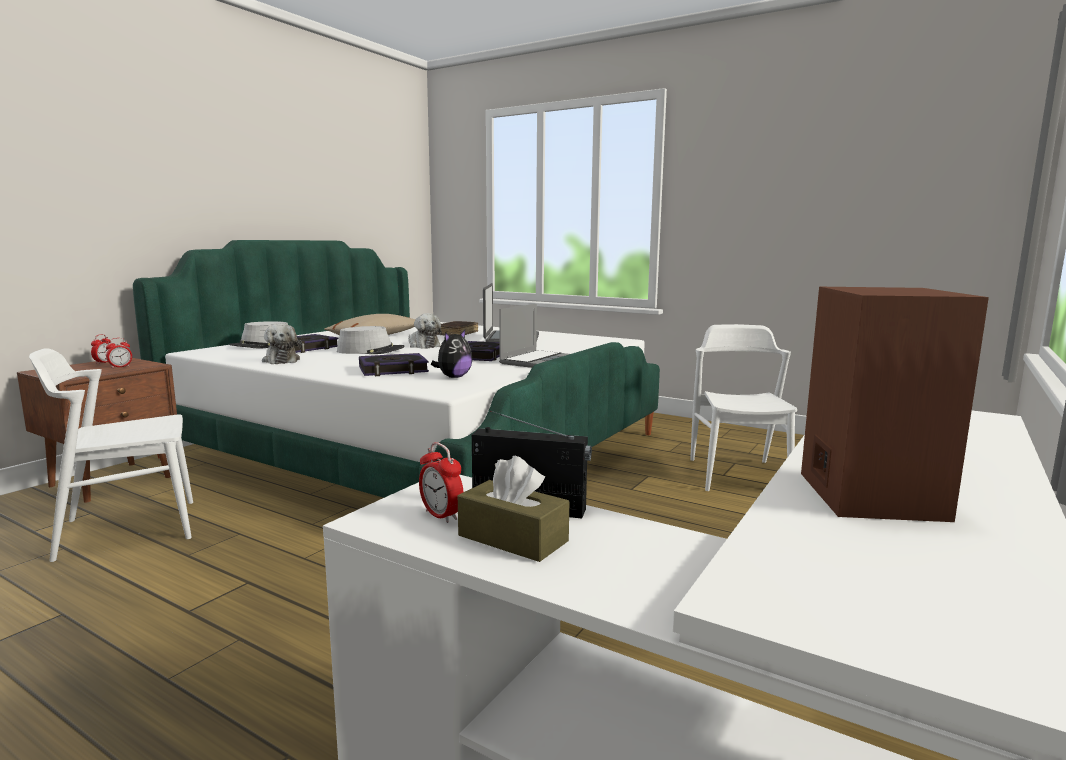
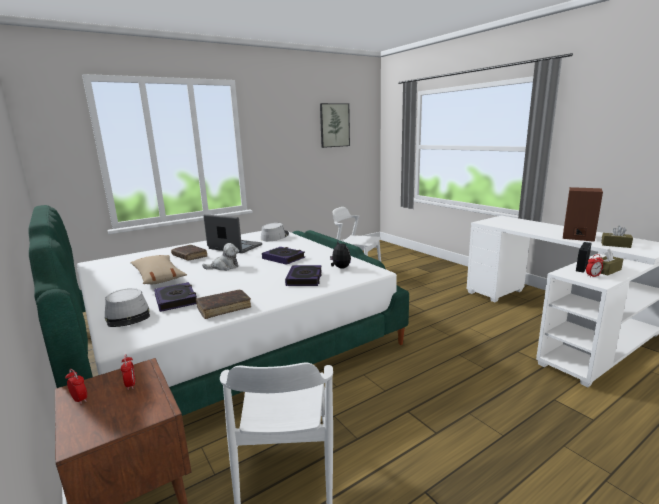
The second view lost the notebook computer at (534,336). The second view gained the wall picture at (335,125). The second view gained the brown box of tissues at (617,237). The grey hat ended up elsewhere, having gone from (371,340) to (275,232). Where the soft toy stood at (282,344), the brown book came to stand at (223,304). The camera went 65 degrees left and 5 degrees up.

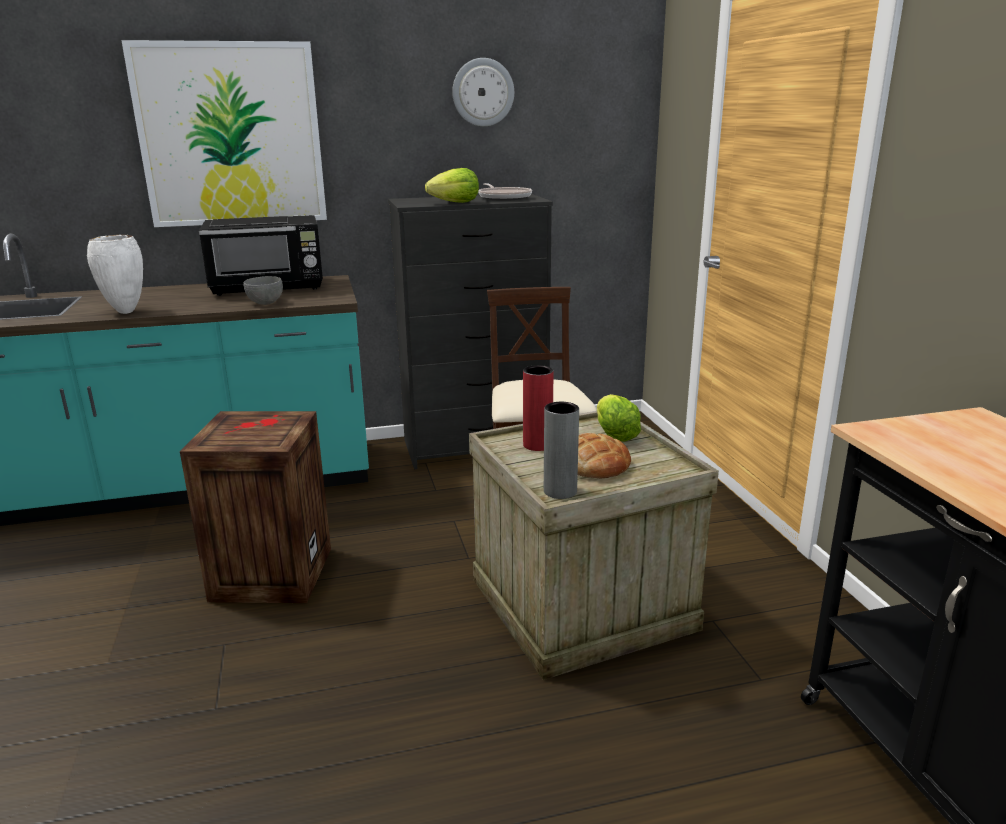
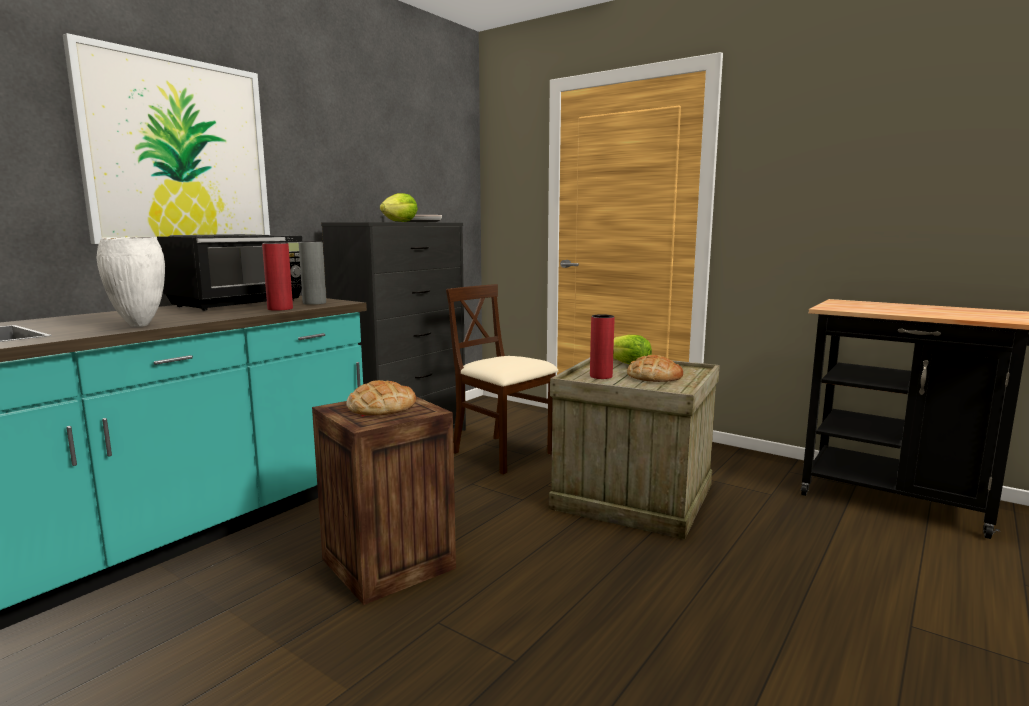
The second view lost the hanging clock at (483,92). The second view gained the bread at (381,398). The grey flower vase ended up elsewhere, having gone from (561,450) to (312,273). Where the grey bowl stood at (263,290), the red-coloured flower vase came to stand at (277,277). The camera went 40 degrees left and 10 degrees down.

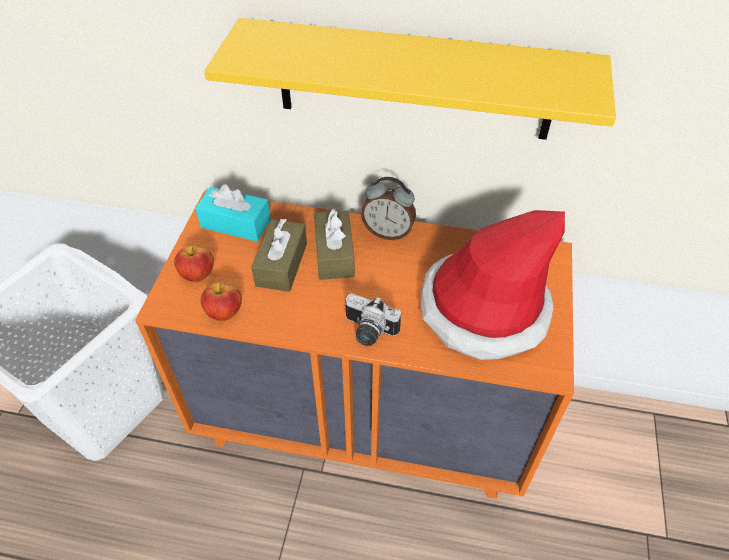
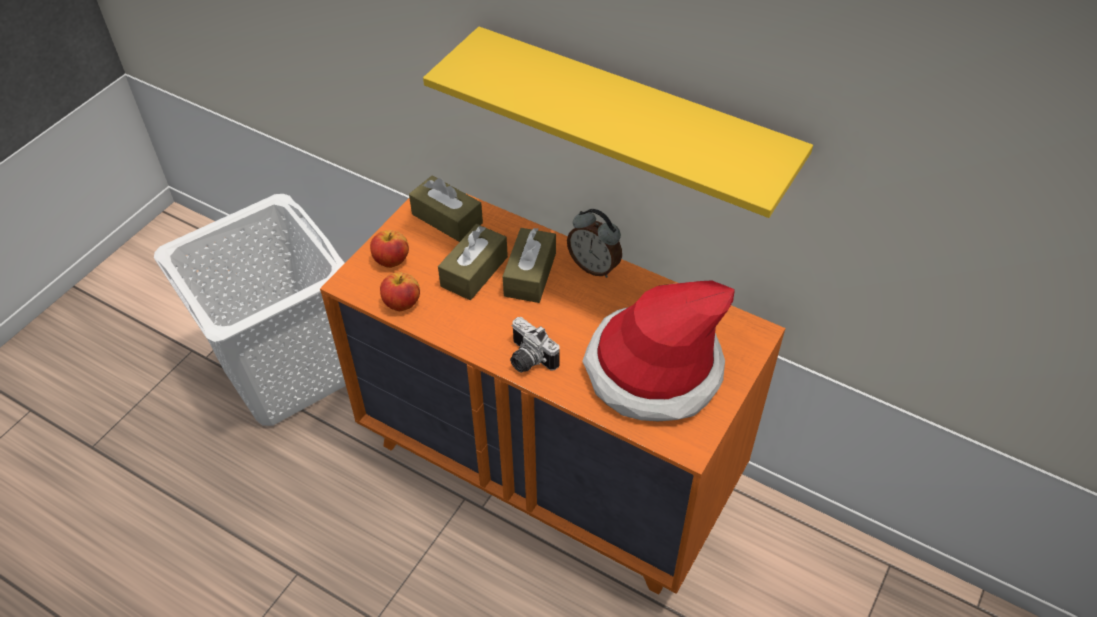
What was the turquoise-coloured box of tissues at (233,212) turned into the brown box of tissues at (446,208). The camera went 20 degrees right and 0 degrees up.

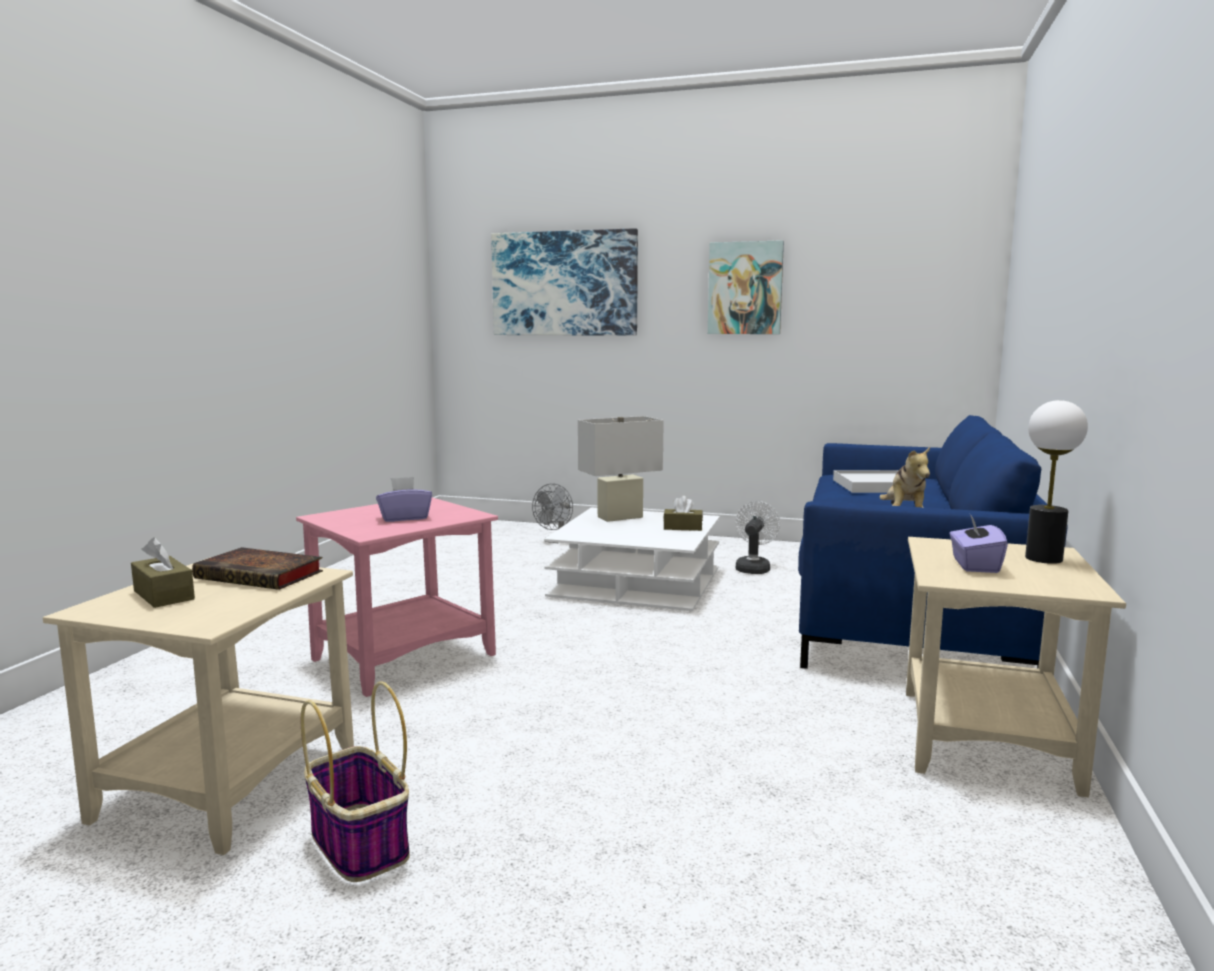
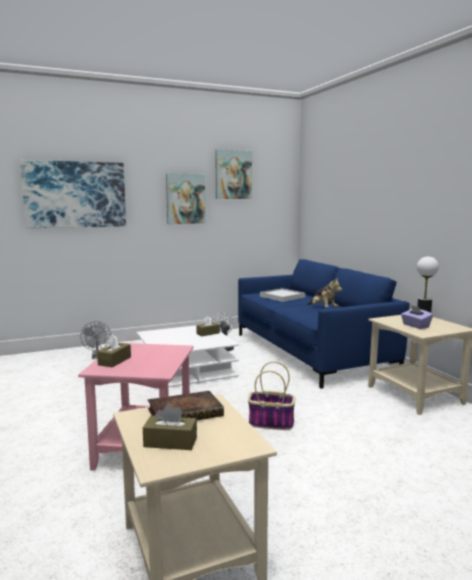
The second view lost the purplish box of tissues at (404,499). The second view lost the white-coloured tabletop lamp at (621,469). The second view gained the brown box of tissues at (114,351). The second view gained the wall picture at (233,174). The storage basket ended up elsewhere, having gone from (355,781) to (272,396). The camera went 40 degrees left and 0 degrees up.

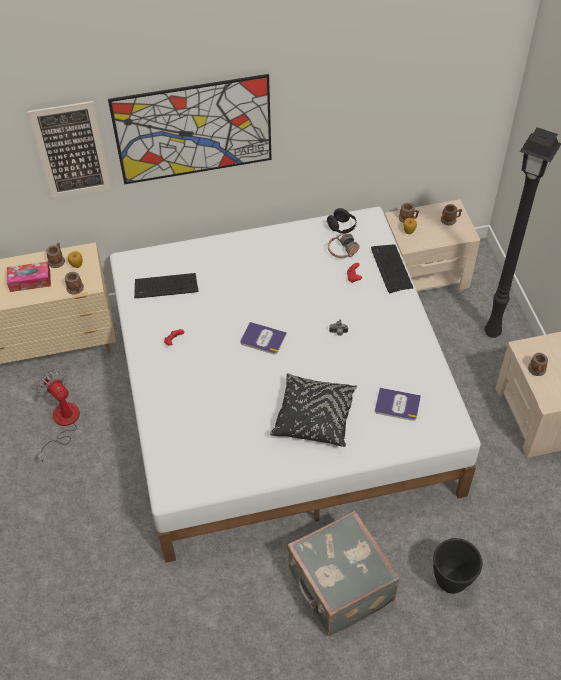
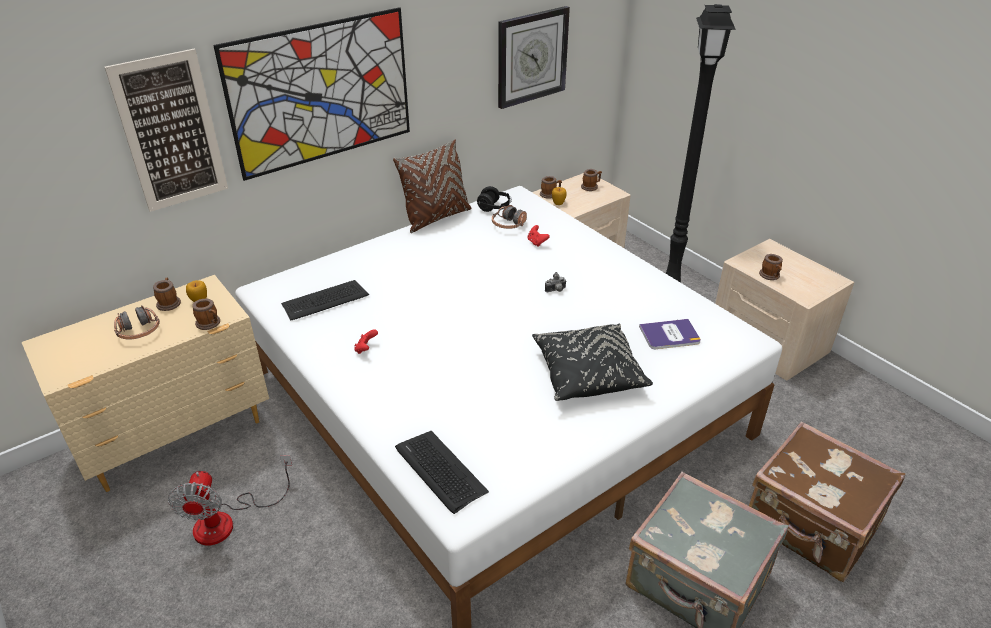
The second view lost the book at (263,338). The second view gained the brown throw pillow at (432,186). The second view gained the hanging clock at (534,57). The computer keyboard ended up elsewhere, having gone from (392,268) to (442,472). Where the box of tissues stood at (29,277), the headphones came to stand at (137,322). Where the blackish plant pot stood at (458,566), the brown travel case came to stand at (827,501). The cooling fan at (58,416) ended up facing another way, 120 degrees counterclockwise from before. The camera went 25 degrees left and 15 degrees down.

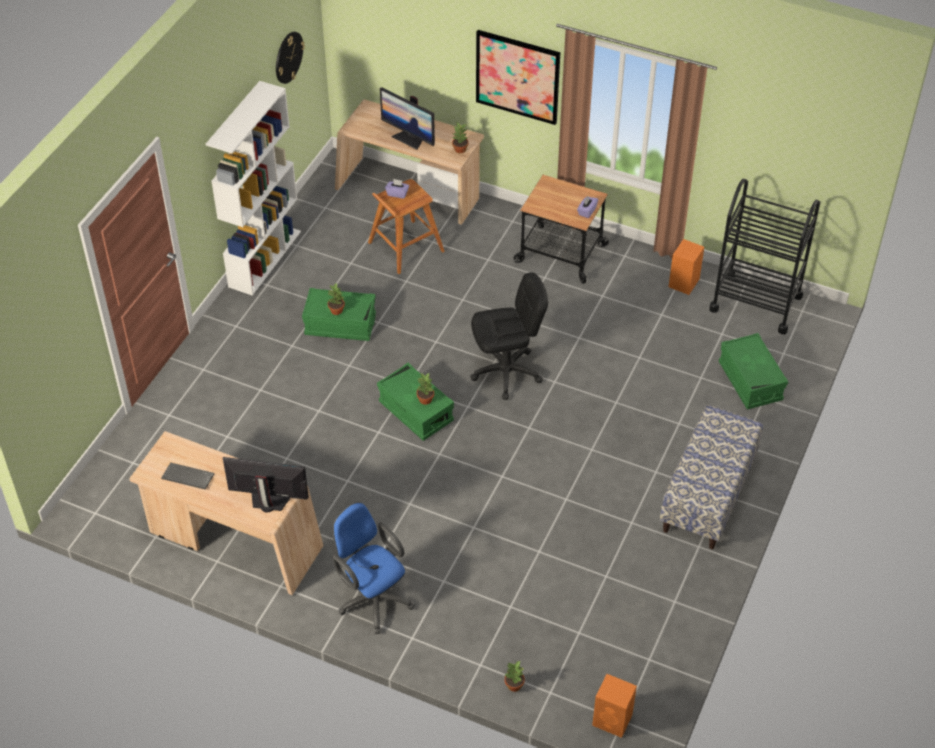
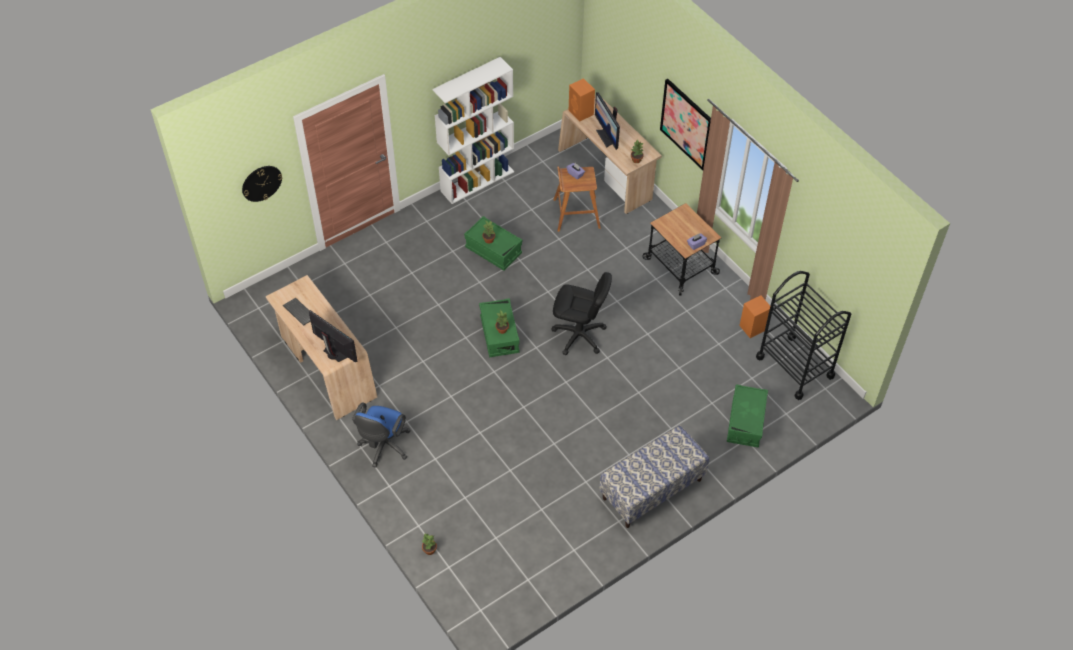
The hanging clock ended up elsewhere, having gone from (290,58) to (262,184). The orange loudspeaker ended up elsewhere, having gone from (614,706) to (582,100). The blue-coloured desk chair at (374,568) ended up facing another way, 150 degrees counterclockwise from before. The camera went 30 degrees right and 5 degrees up.

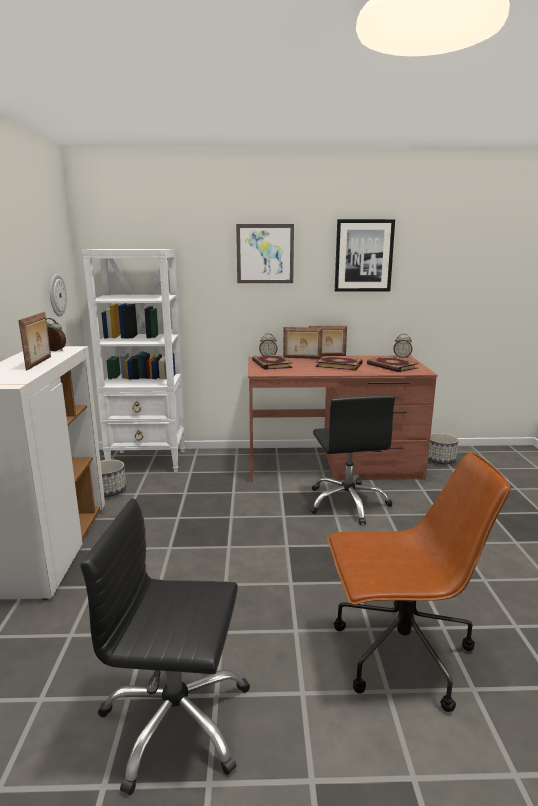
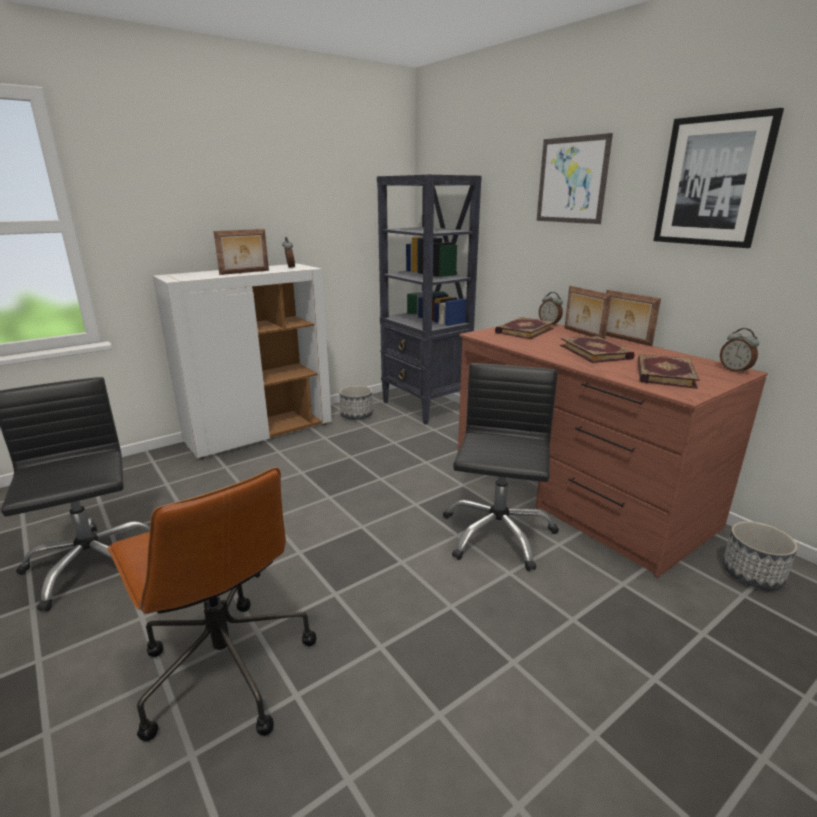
The second view lost the hanging clock at (58,295). What was the white-coloured bookshelf at (133,360) turned into the blackish bookshelf at (429,300). The blackish desk chair at (352,460) ended up facing another way, 150 degrees clockwise from before. The camera went 55 degrees right and 5 degrees up.

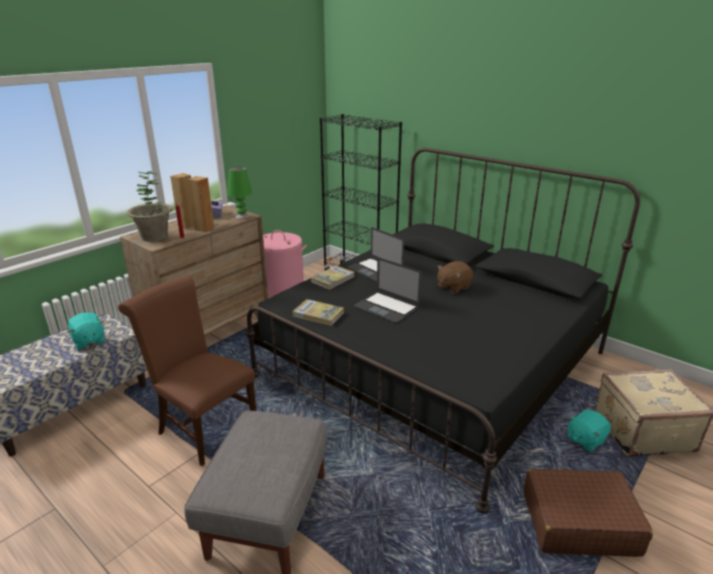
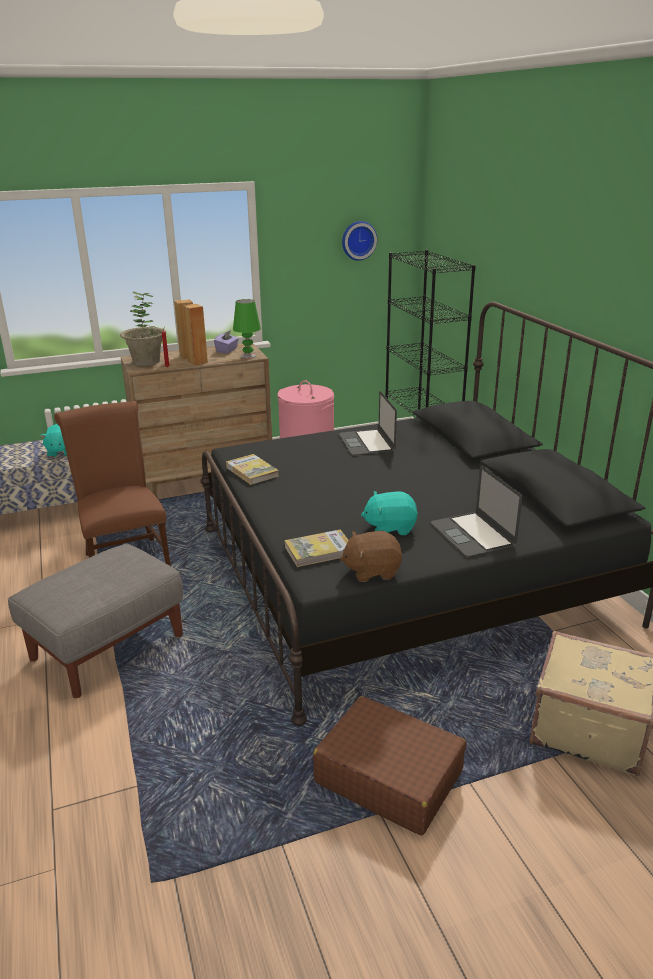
The second view gained the hanging clock at (359,241). The book ended up elsewhere, having gone from (333,277) to (316,548). The notebook computer ended up elsewhere, having gone from (388,290) to (476,511). The brown soft toy ended up elsewhere, having gone from (455,277) to (371,556). The turquoise-coloured soft toy ended up elsewhere, having gone from (589,430) to (389,513). The camera went 30 degrees right and 0 degrees up.

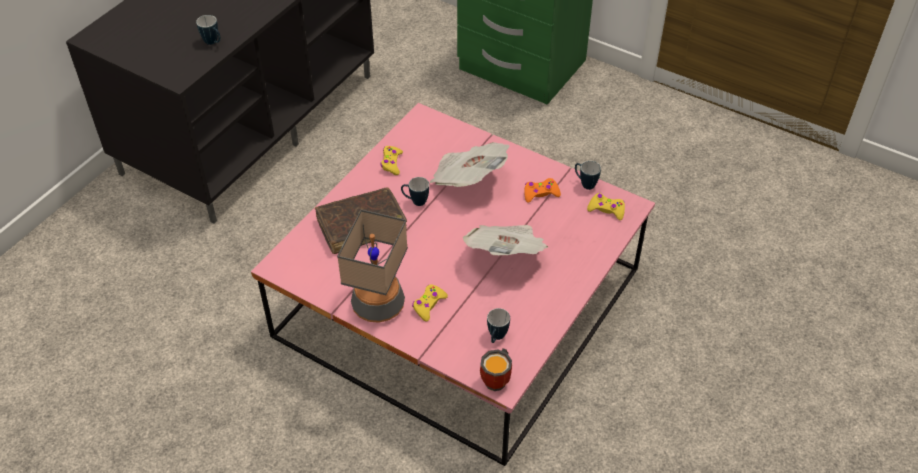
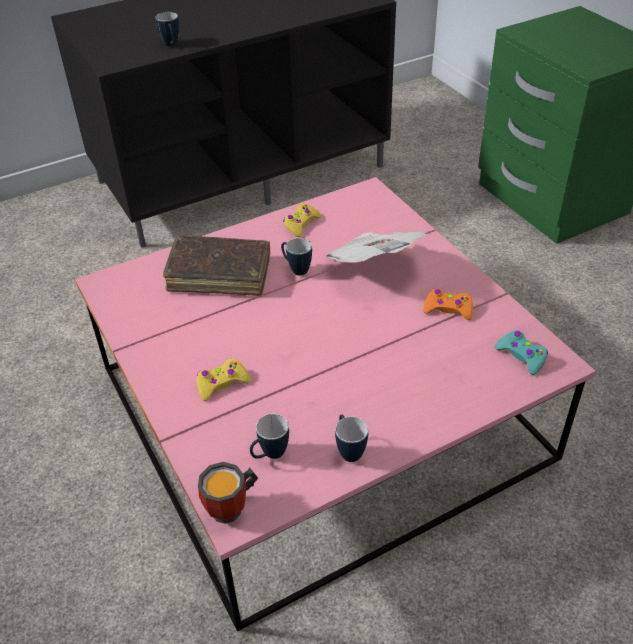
The second view lost the tabletop lamp at (372,266). The second view lost the printed paper at (505,240). The mug ended up elsewhere, having gone from (588,175) to (351,438). What was the yellow game controller at (606,206) turned into the turquoise-coloured game controller at (521,352). The camera went 30 degrees right and 5 degrees down.

